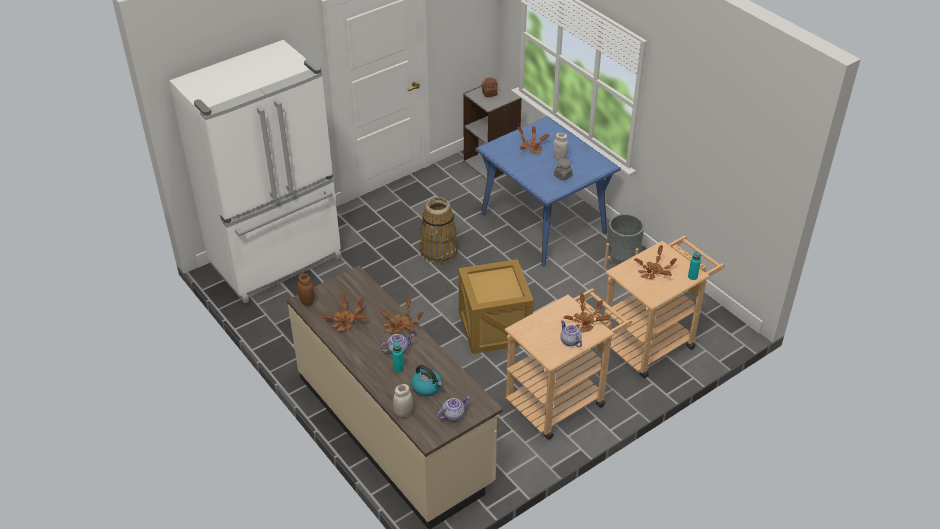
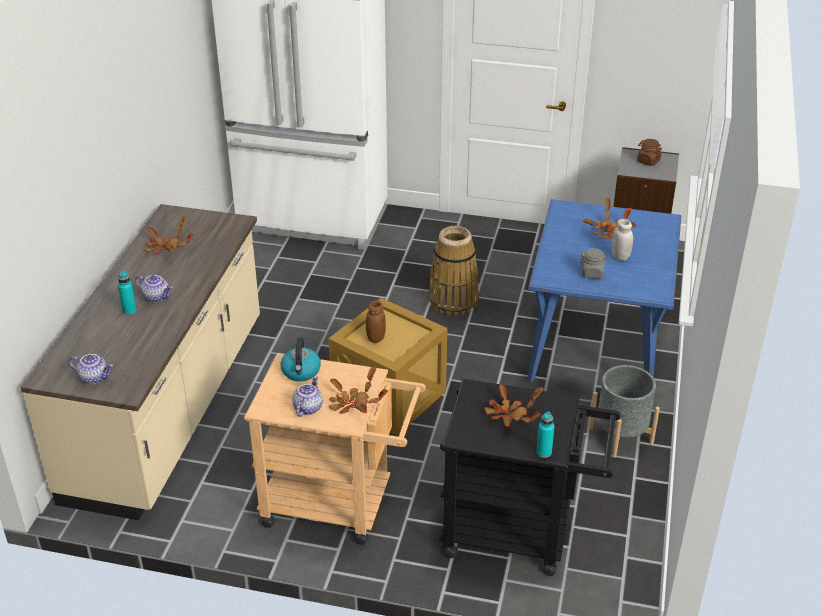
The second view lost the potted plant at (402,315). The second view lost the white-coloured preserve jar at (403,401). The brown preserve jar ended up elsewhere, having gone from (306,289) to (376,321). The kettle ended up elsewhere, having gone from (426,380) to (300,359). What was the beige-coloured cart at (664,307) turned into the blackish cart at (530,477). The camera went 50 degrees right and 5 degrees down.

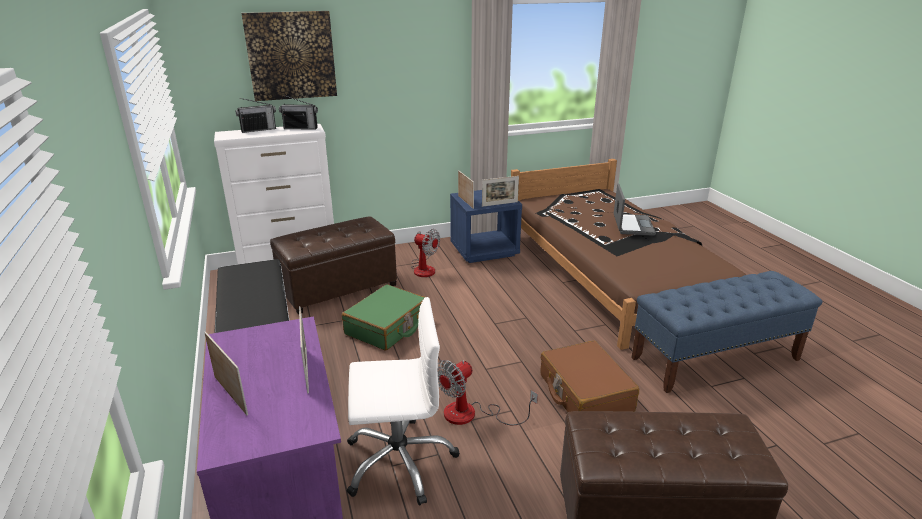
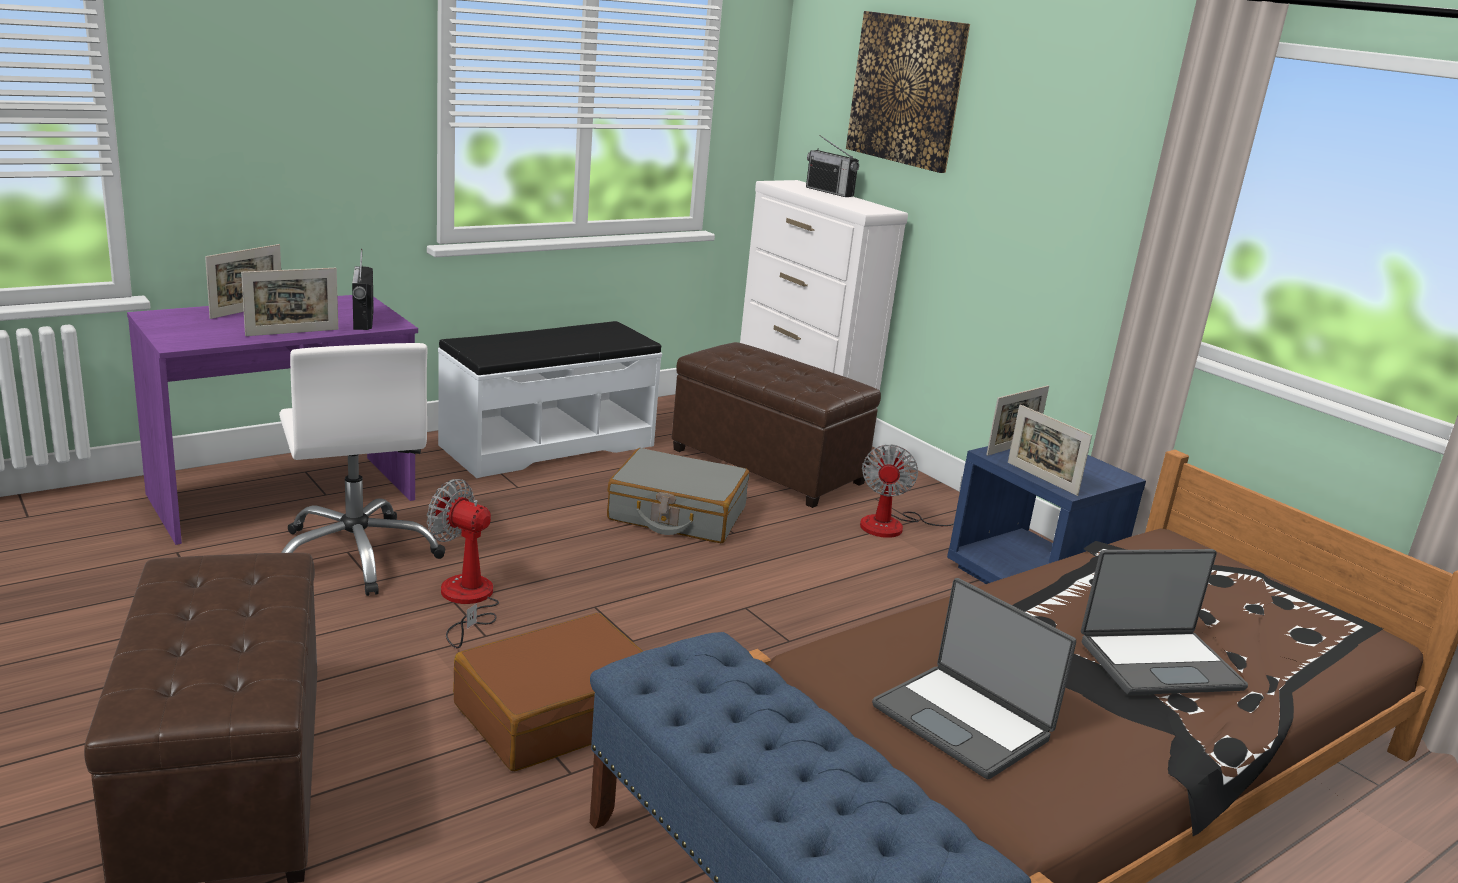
The second view gained the notebook computer at (974,678). The radio ended up elsewhere, having gone from (298,112) to (363,289). What was the green travel case at (383,317) turned into the grey travel case at (678,495). The camera went 70 degrees right and 5 degrees down.

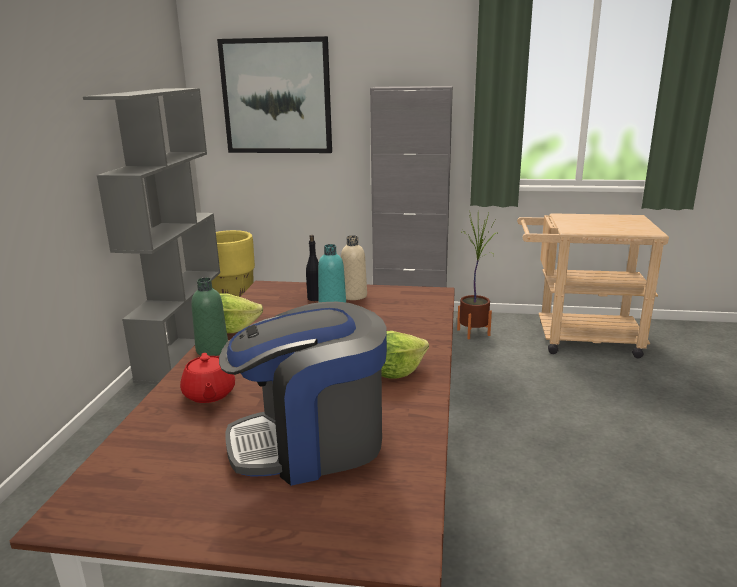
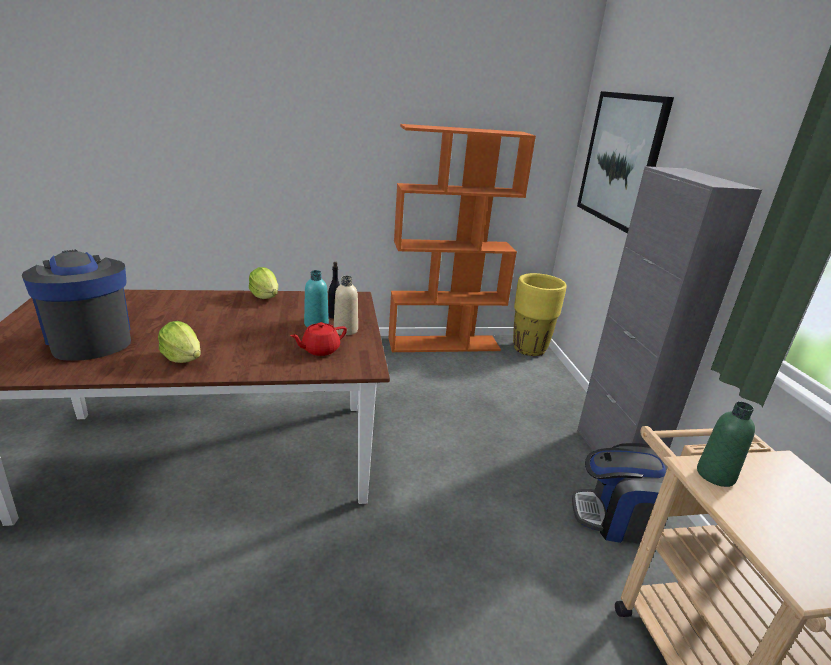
The red-coloured teapot ended up elsewhere, having gone from (207,378) to (318,339). The green beverage bottle ended up elsewhere, having gone from (209,317) to (726,444). Where the potted plant stood at (478,276), the coffee machine came to stand at (620,493). What was the grey bookshelf at (151,236) turned into the orange bookshelf at (462,238). The camera went 70 degrees right and 5 degrees up.

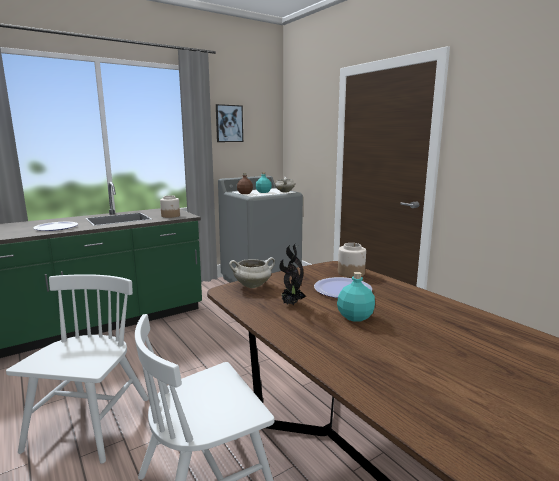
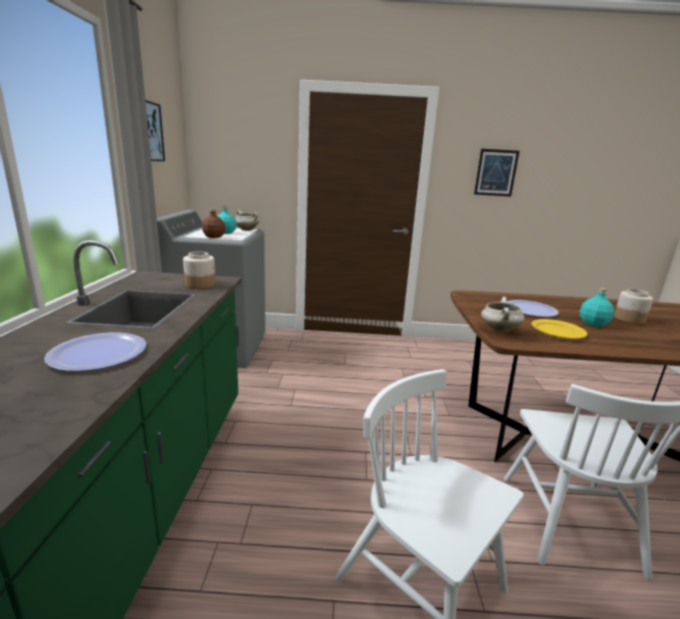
The second view gained the wall picture at (497,173). The preserve jar ended up elsewhere, having gone from (352,260) to (633,306). Where the potted plant stood at (292,274), the yellow dinner plate came to stand at (559,329). The camera went 55 degrees left and 5 degrees up.

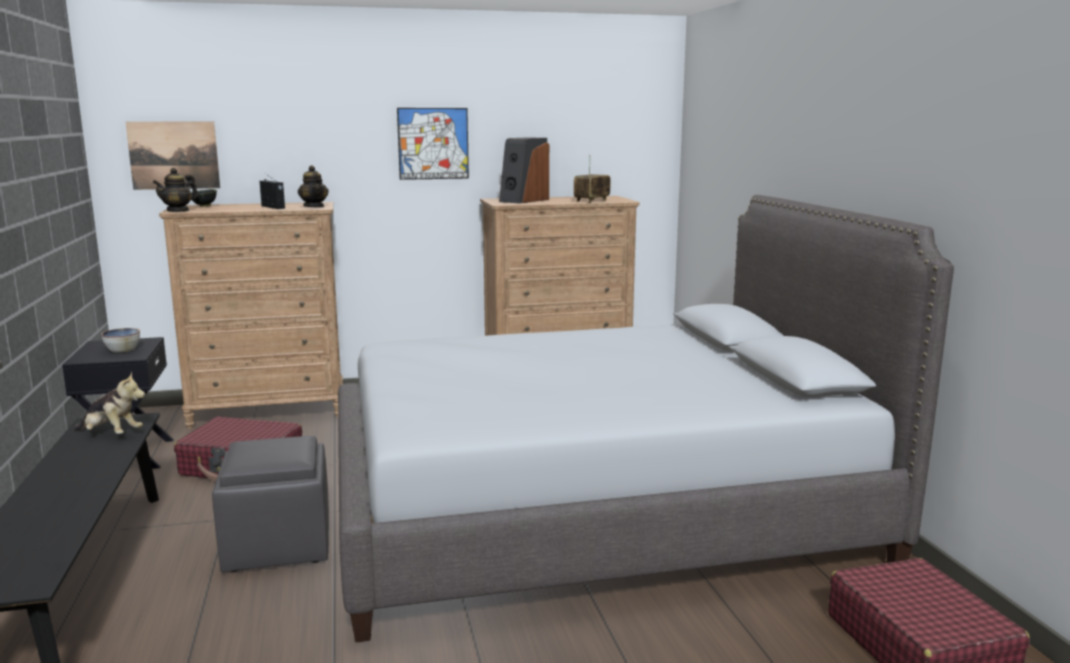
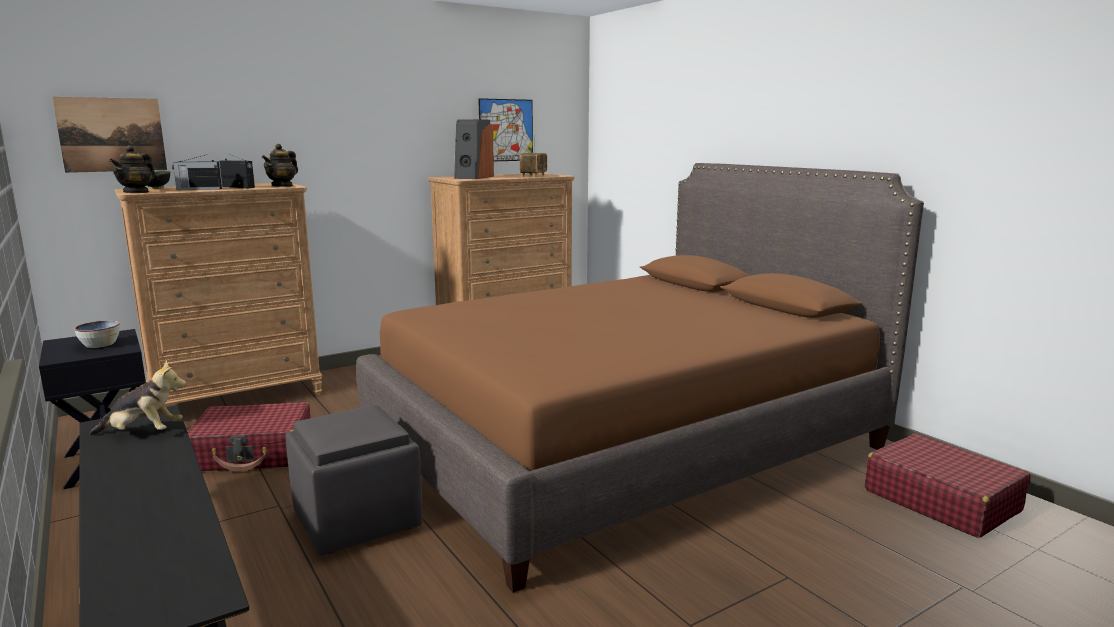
The second view gained the radio at (197,172). The wall picture ended up elsewhere, having gone from (433,144) to (505,129). What was the grey sleeping bed at (646,418) turned into the brown sleeping bed at (640,378). The teapot at (313,186) ended up facing another way, 75 degrees clockwise from before. The camera went 20 degrees left and 0 degrees up.

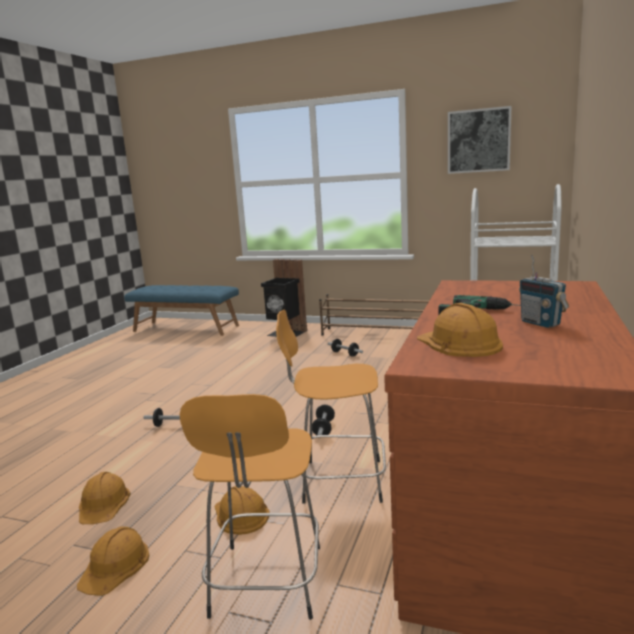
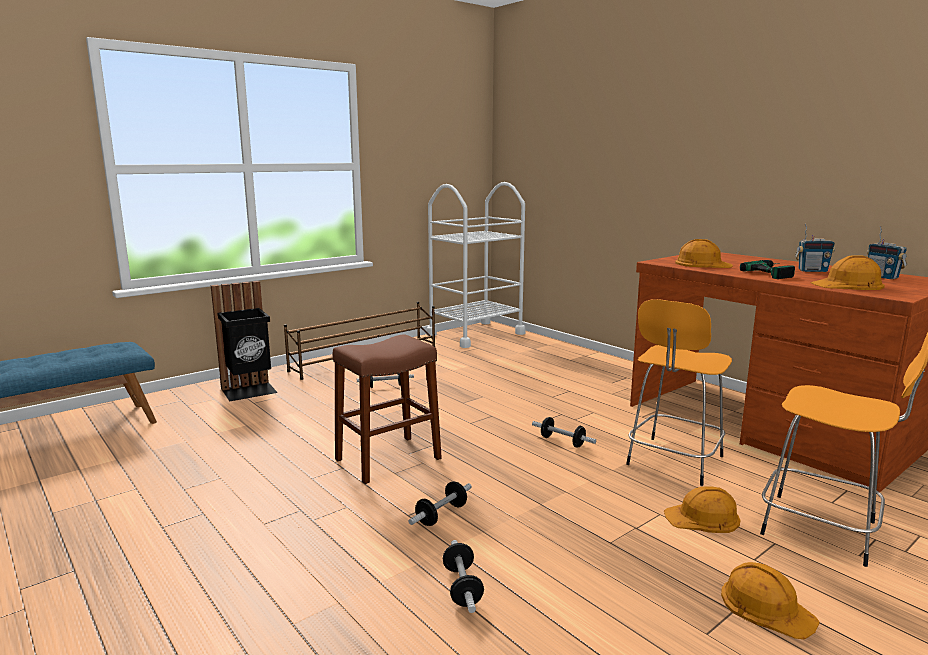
The second view lost the wall picture at (480,140). The second view gained the brown stool seat at (387,409). The second view gained the free weight at (463,576). The second view gained the radio at (887,252). The orange safety helmet ended up elsewhere, having gone from (105,498) to (704,253). The camera went 60 degrees left and 0 degrees up.

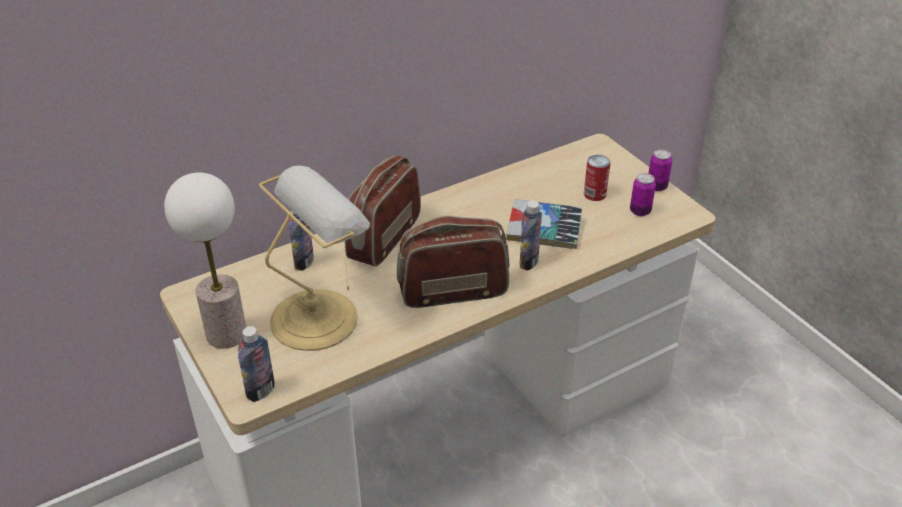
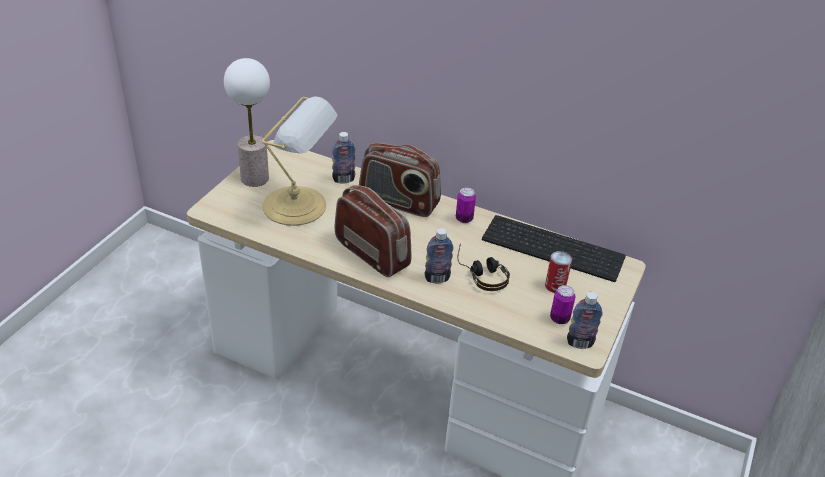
The second view gained the computer keyboard at (554,248). The beverage bottle ended up elsewhere, having gone from (256,364) to (585,320). The can ended up elsewhere, having gone from (660,170) to (466,205). Where the book stood at (544,224), the headphones came to stand at (483,267). The radio at (383,211) ended up facing another way, 150 degrees counterclockwise from before. The camera went 55 degrees right and 0 degrees up.

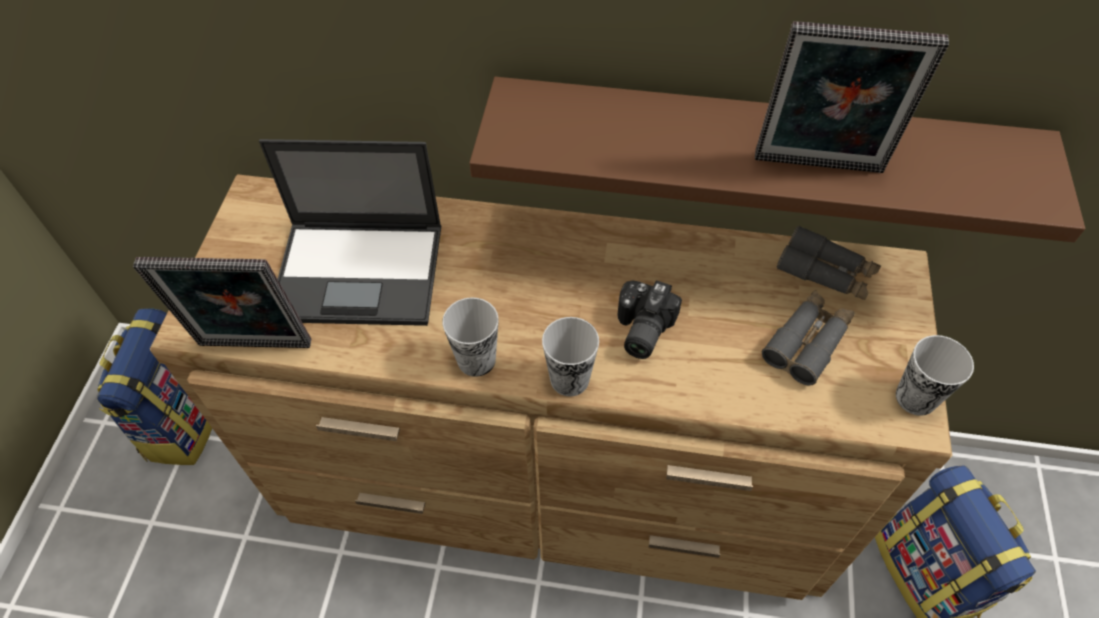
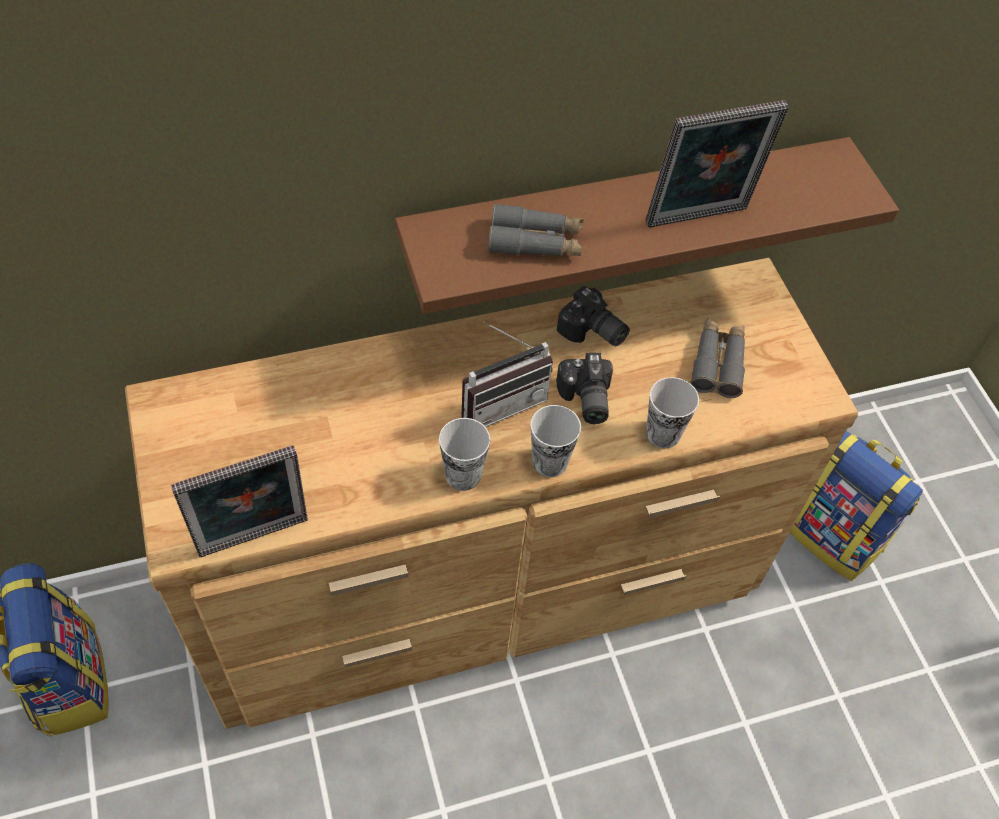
The second view lost the notebook computer at (350,232). The second view gained the radio at (507,374). The second view gained the photo camera at (593,316). The grey pair of binoculars ended up elsewhere, having gone from (828,263) to (536,229). The small cup ended up elsewhere, having gone from (935,375) to (672,413). The camera went 30 degrees left and 0 degrees up.

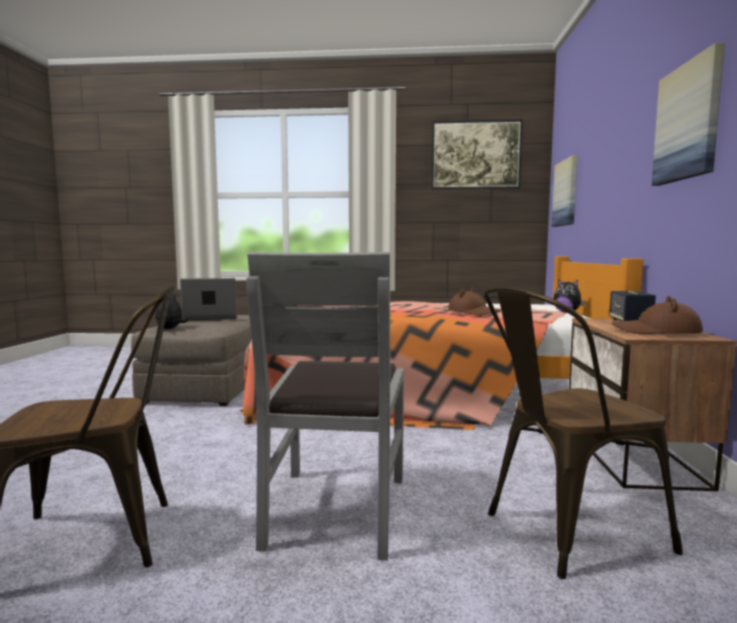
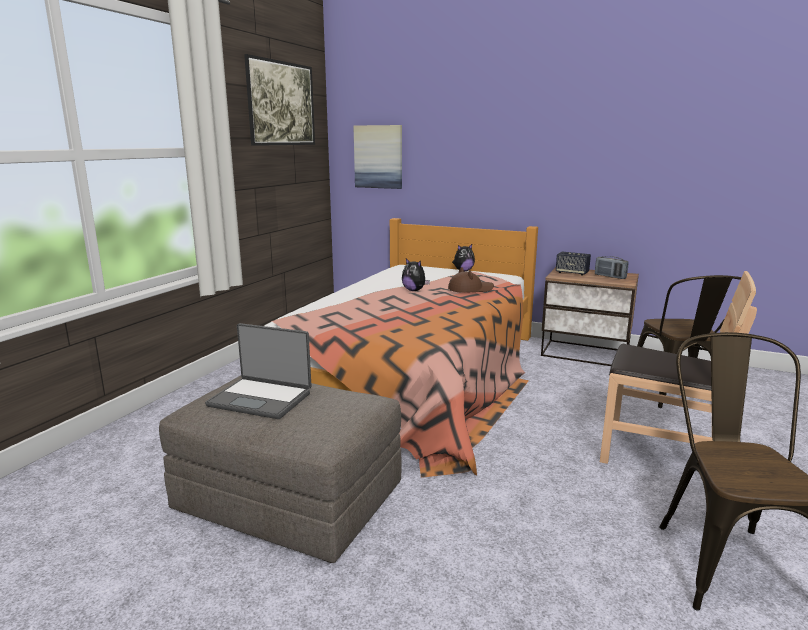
The second view lost the wall picture at (688,114). The soft toy ended up elsewhere, having gone from (172,311) to (416,274). Where the brown hat stood at (657,315), the radio came to stand at (611,267). What was the grey upright chair at (325,406) turned into the brown upright chair at (678,367). The notebook computer at (208,299) ended up facing another way, 75 degrees counterclockwise from before. The camera went 70 degrees left and 10 degrees up.

